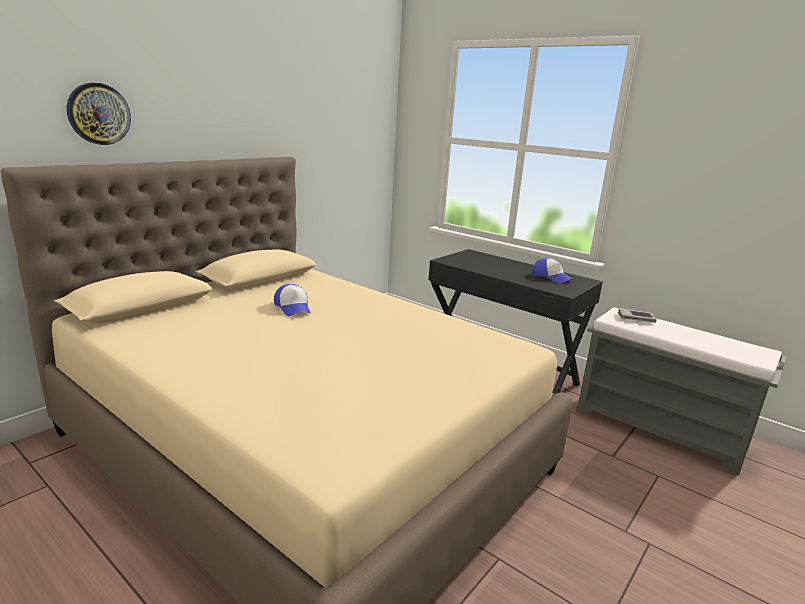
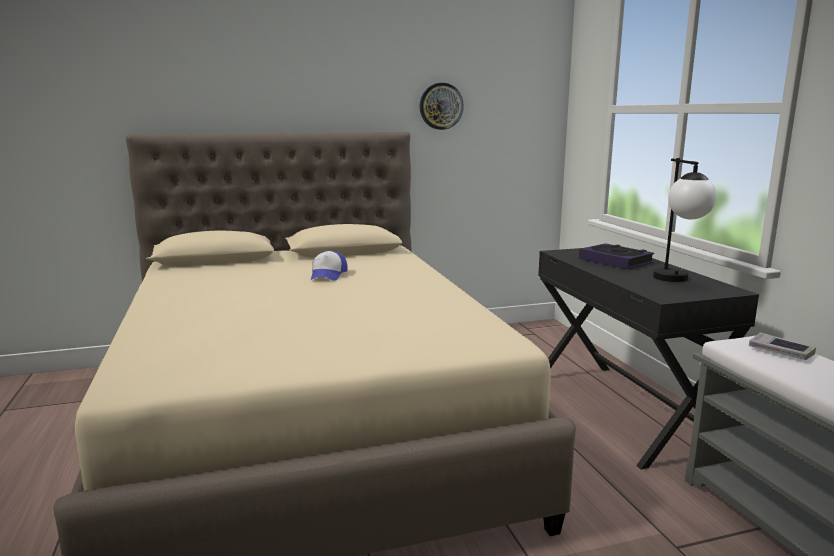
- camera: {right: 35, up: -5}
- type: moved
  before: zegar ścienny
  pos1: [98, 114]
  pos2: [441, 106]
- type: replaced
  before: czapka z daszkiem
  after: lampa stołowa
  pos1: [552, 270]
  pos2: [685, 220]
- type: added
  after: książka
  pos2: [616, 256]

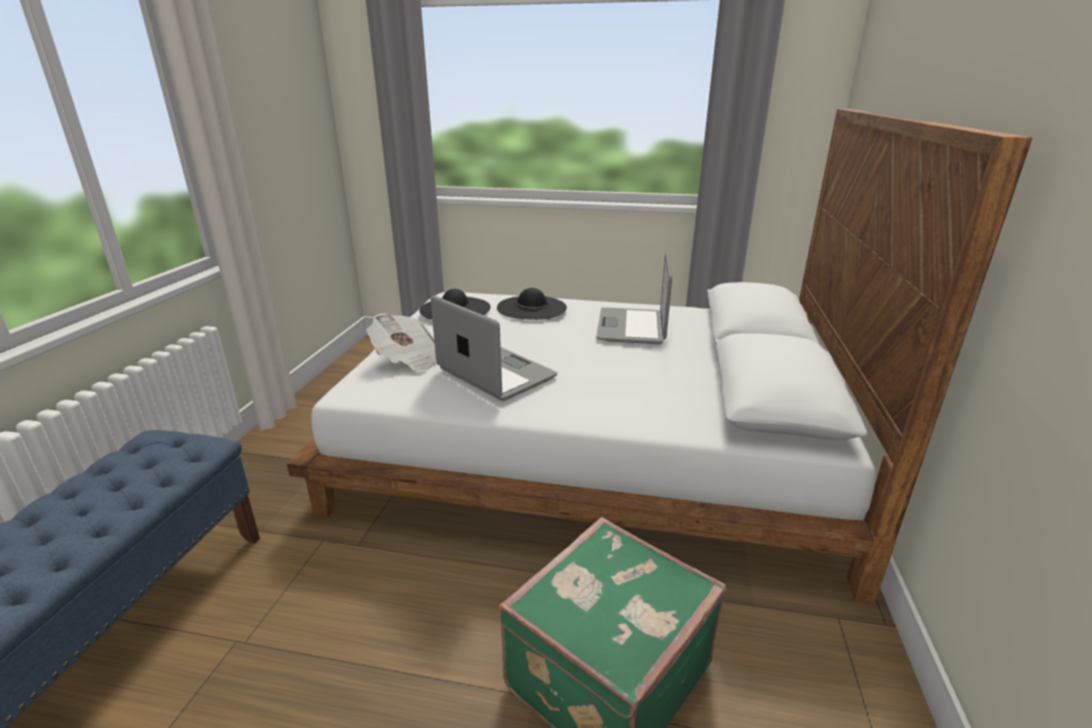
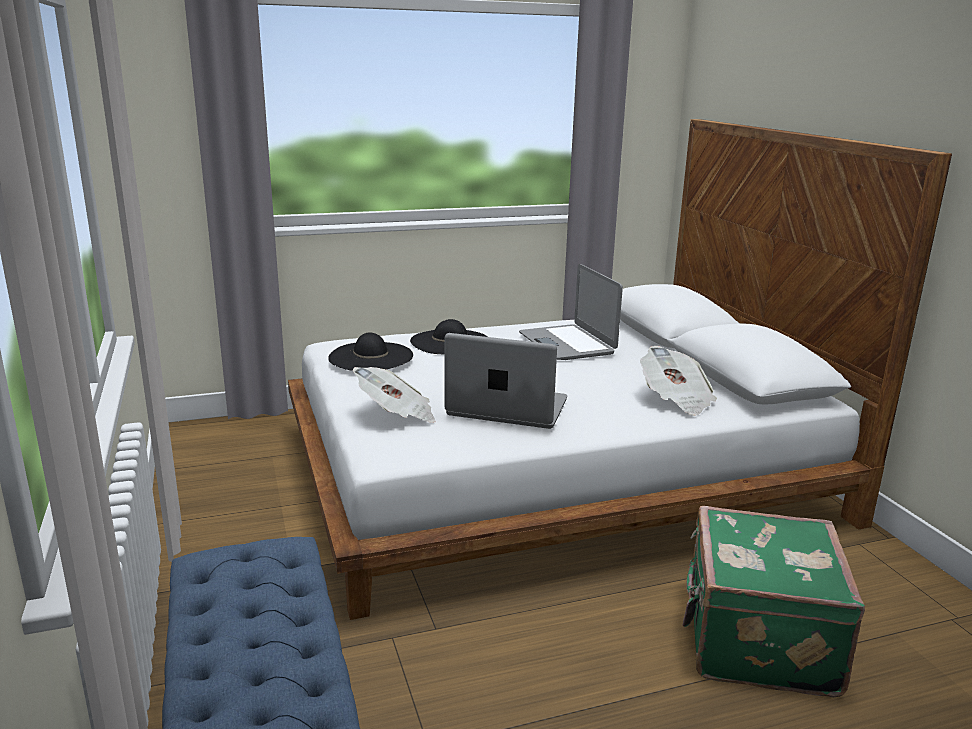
- camera: {right: -30, up: -5}
- type: added
  after: gazeta
  pos2: [678, 381]

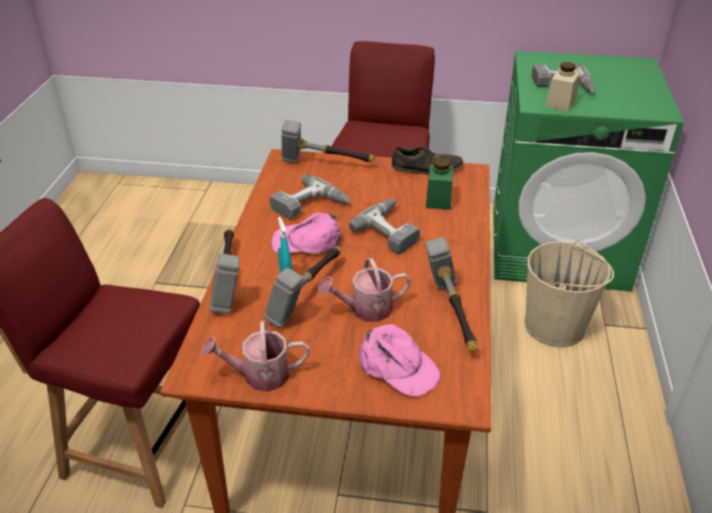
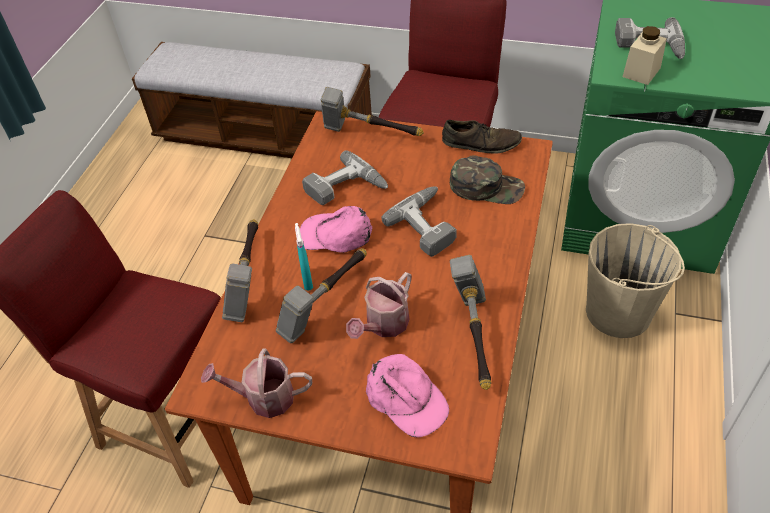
- camera: {right: 10, up: 10}
- type: replaced
  before: słoik (zielony)
  after: czapka z daszkiem (zielony)
  pos1: [439, 184]
  pos2: [487, 179]
- type: turned
  before: konewka
  pos1: [364, 290]
  pos2: [378, 305]
  turn: -45
- type: added
  after: ławka
  pos2: [252, 100]

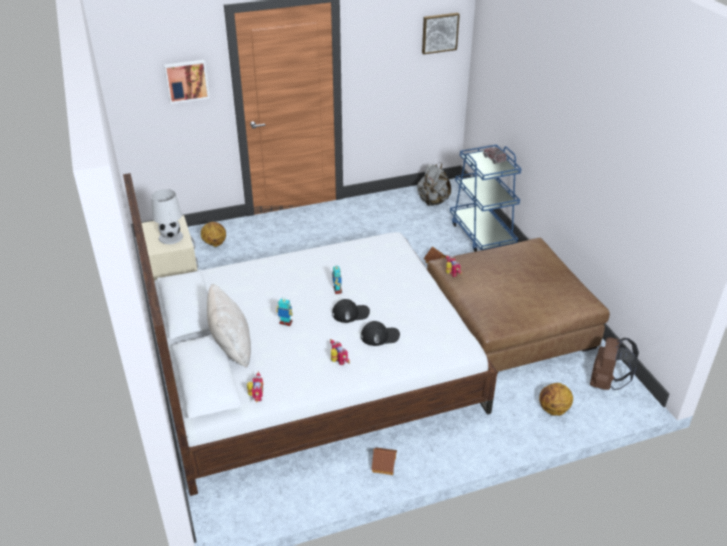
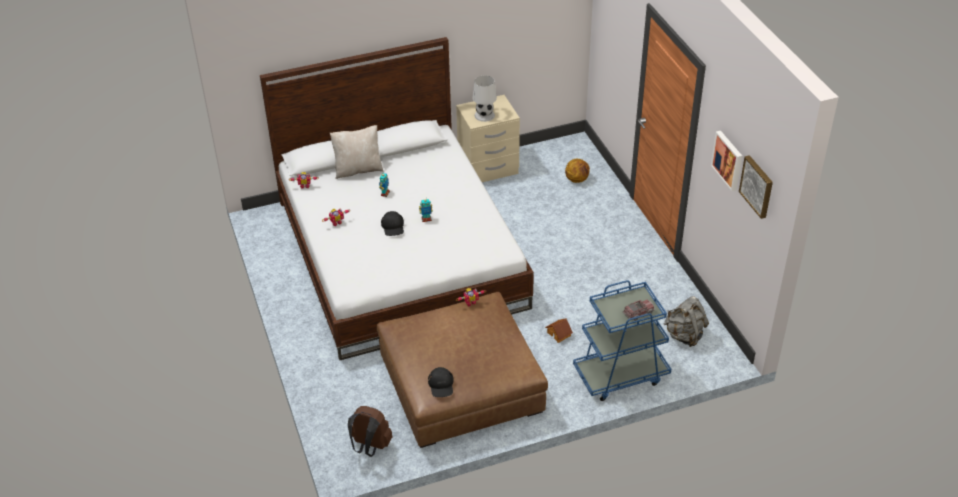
- camera: {right: 90, up: 5}
- type: moved
  before: obraz
  pos1: [187, 82]
  pos2: [726, 161]
- type: moved
  before: czapka z daszkiem (czarny)
  pos1: [380, 333]
  pos2: [440, 382]
- type: removed
  before: piłka do koszykówki
  pos1: [556, 399]
- type: removed
  before: domek
  pos1: [384, 461]

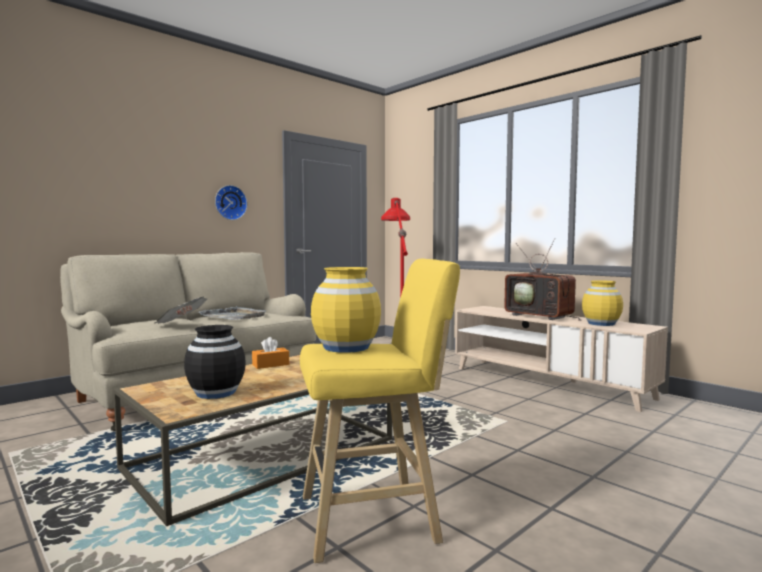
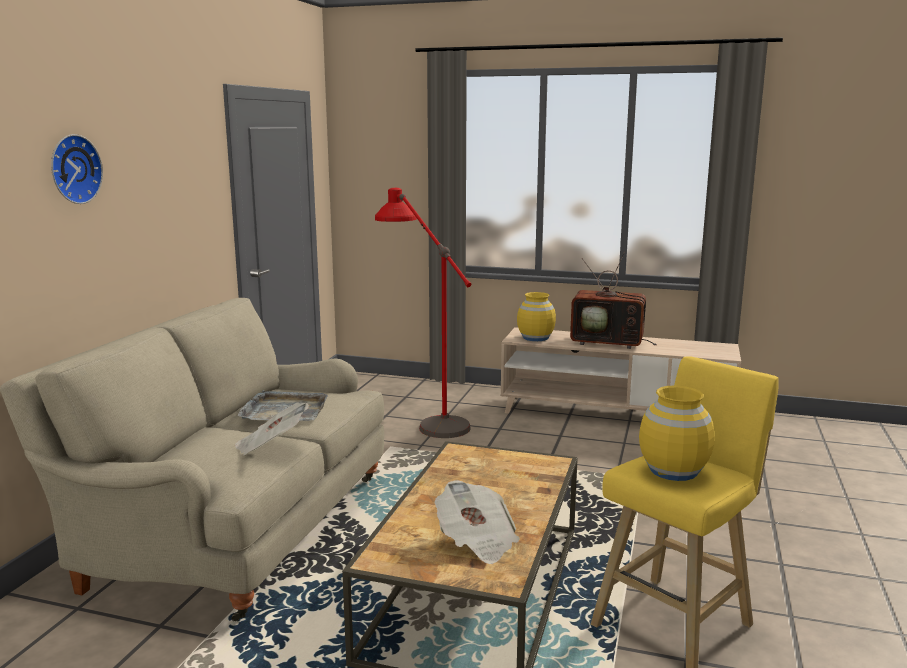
- camera: {right: -30, up: 10}
- type: moved
  before: zegar ścienny
  pos1: [231, 202]
  pos2: [77, 169]
- type: moved
  before: wazon (żółty)
  pos1: [602, 303]
  pos2: [536, 316]
- type: replaced
  before: wazon (czarny)
  after: gazeta
  pos1: [215, 362]
  pos2: [477, 522]
- type: removed
  before: pudełko chusteczek (pomarańczowy)
  pos1: [270, 353]

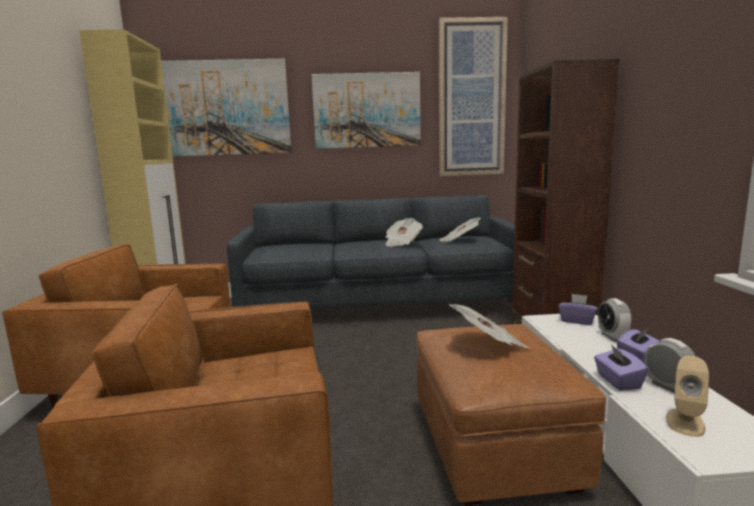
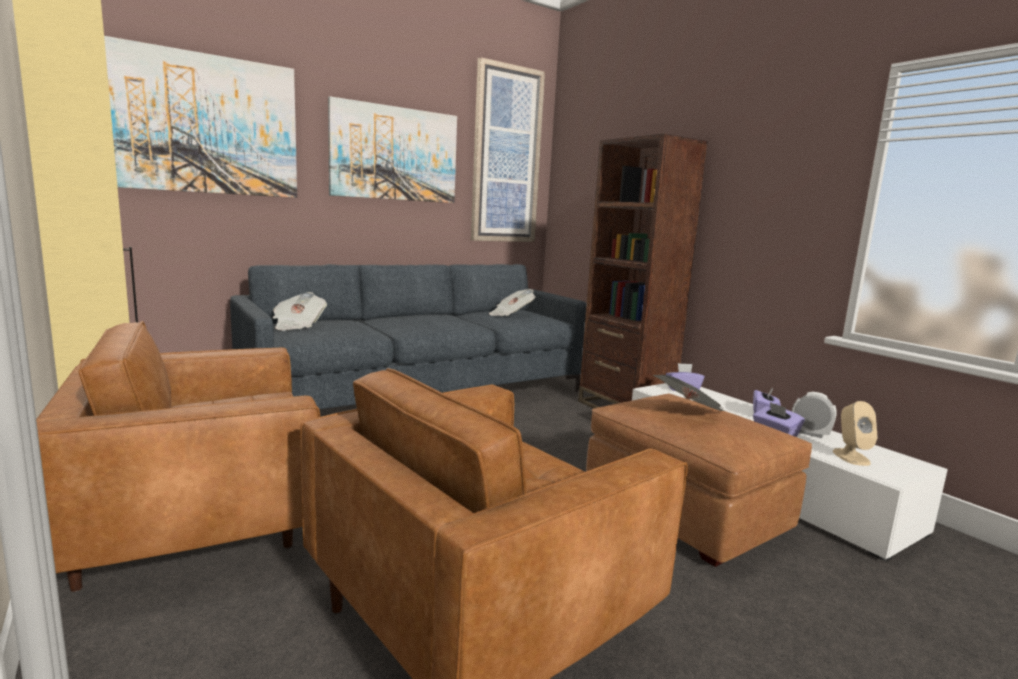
- camera: {right: -30, up: 0}
- type: moved
  before: gazeta
  pos1: [404, 232]
  pos2: [300, 311]
- type: removed
  before: budzik
  pos1: [615, 320]

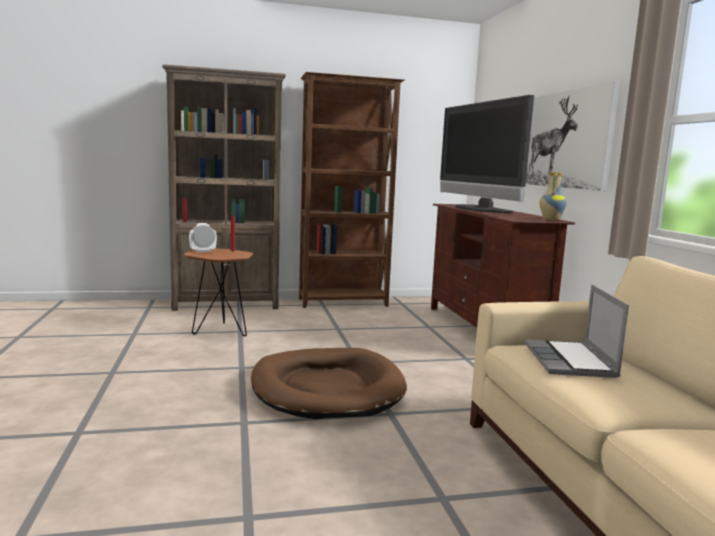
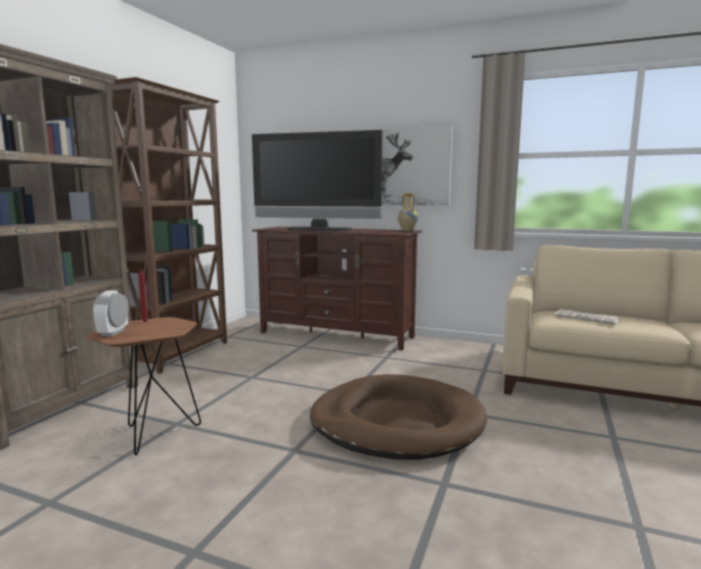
- camera: {right: -55, up: 0}
- type: replaced
  before: laptop
  after: gazeta
  pos1: [577, 331]
  pos2: [587, 317]

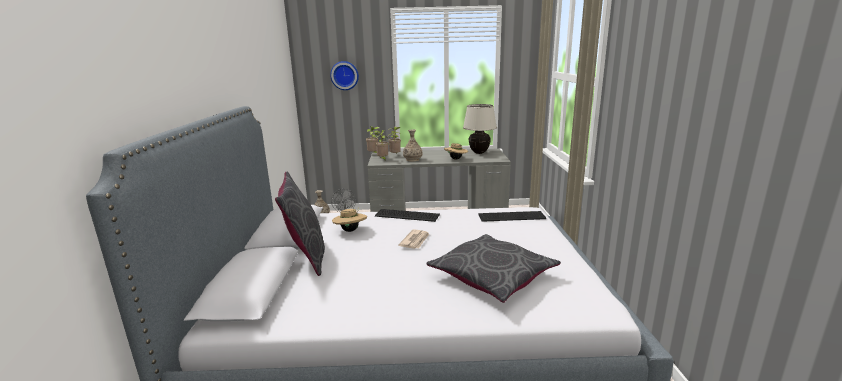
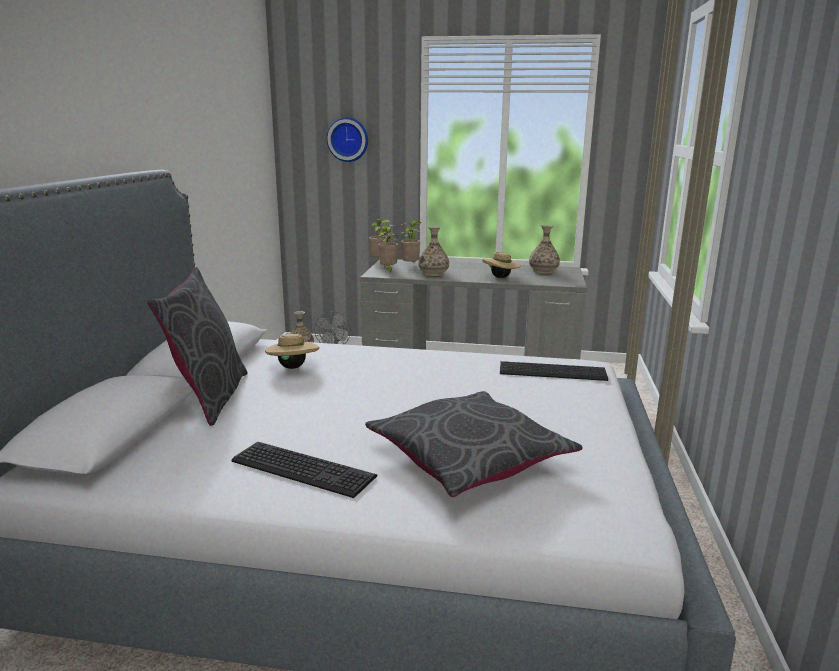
- camera: {right: 10, up: 0}
- type: replaced
  before: lampa stołowa (beżowy)
  after: wazon
  pos1: [480, 129]
  pos2: [544, 249]
- type: moved
  before: klawiatura
  pos1: [407, 215]
  pos2: [304, 470]
- type: removed
  before: gazeta
  pos1: [413, 239]

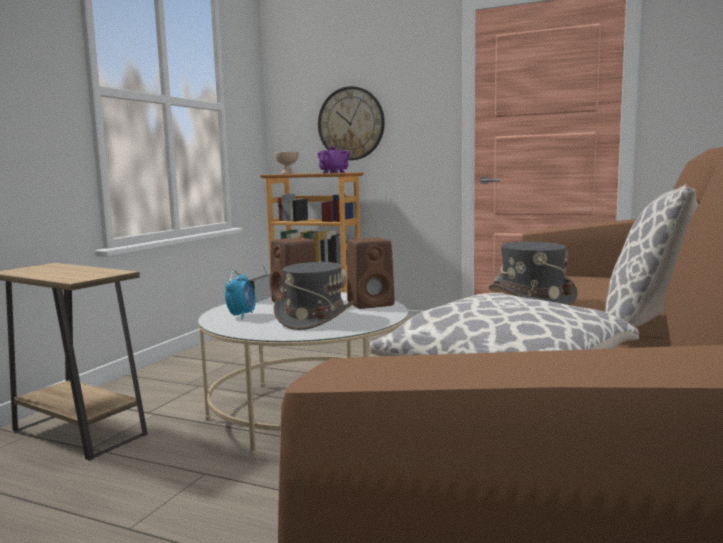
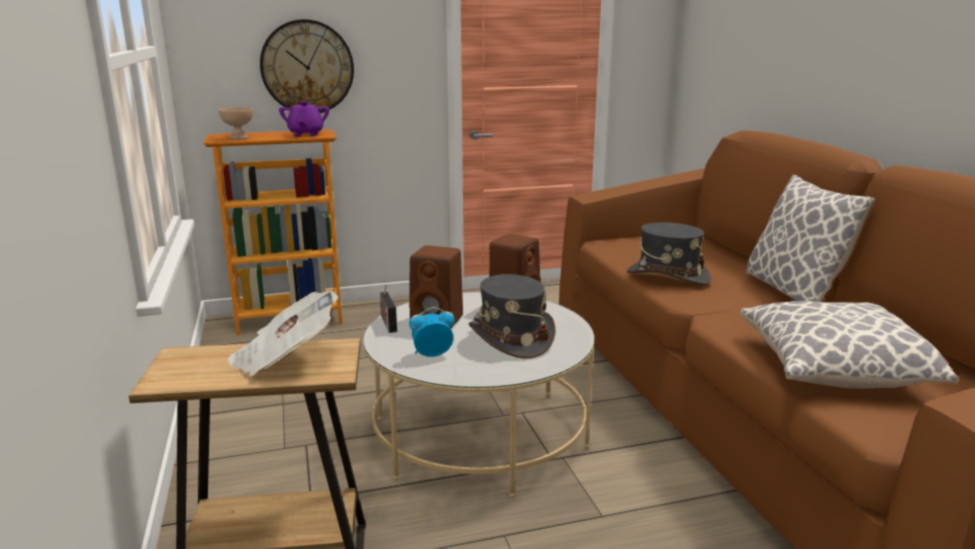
- camera: {right: -40, up: 10}
- type: turned
  before: budzik
  pos1: [240, 295]
  pos2: [431, 332]
  turn: -75
- type: added
  after: gazeta
  pos2: [282, 333]

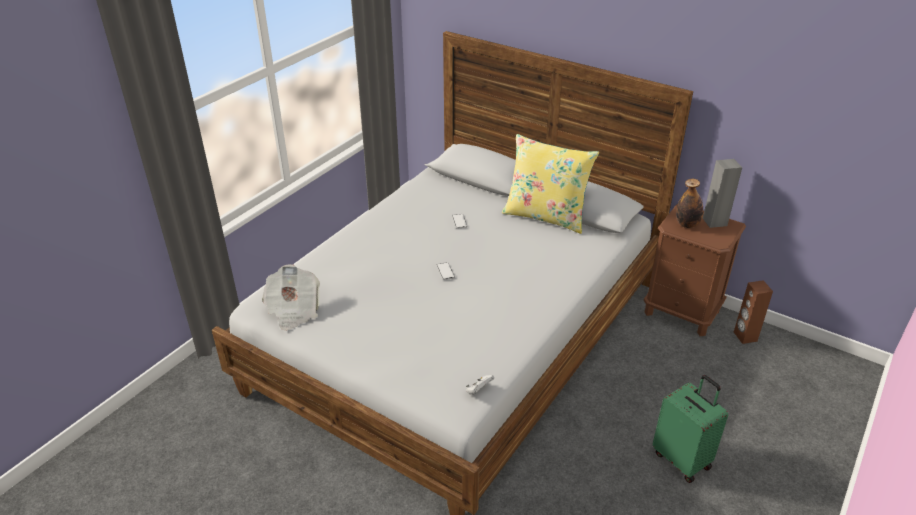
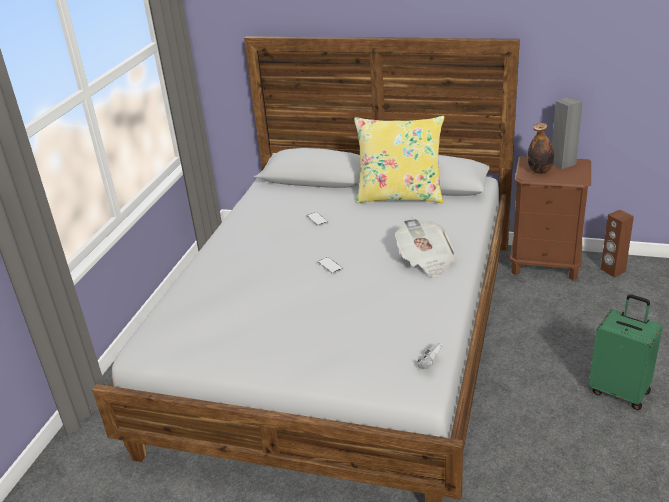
- camera: {right: -15, up: -5}
- type: moved
  before: gazeta
  pos1: [291, 297]
  pos2: [426, 248]

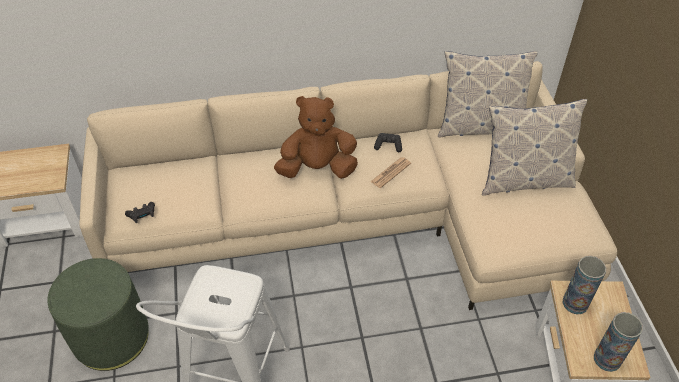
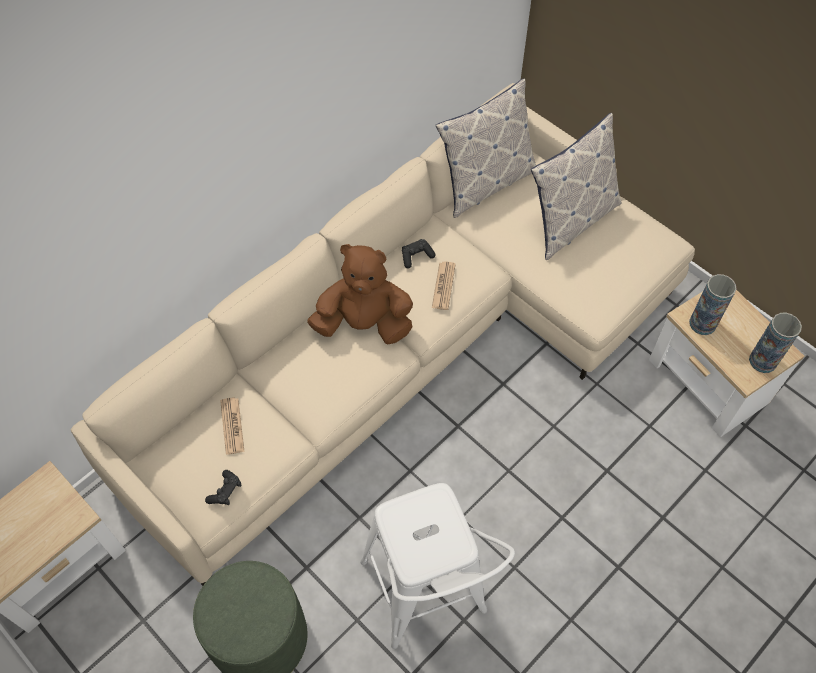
- camera: {right: -35, up: 10}
- type: turned
  before: pluszak (brązowy)
  pos1: [316, 137]
  pos2: [360, 294]
  turn: 45
- type: added
  after: gazeta
  pos2: [232, 426]

